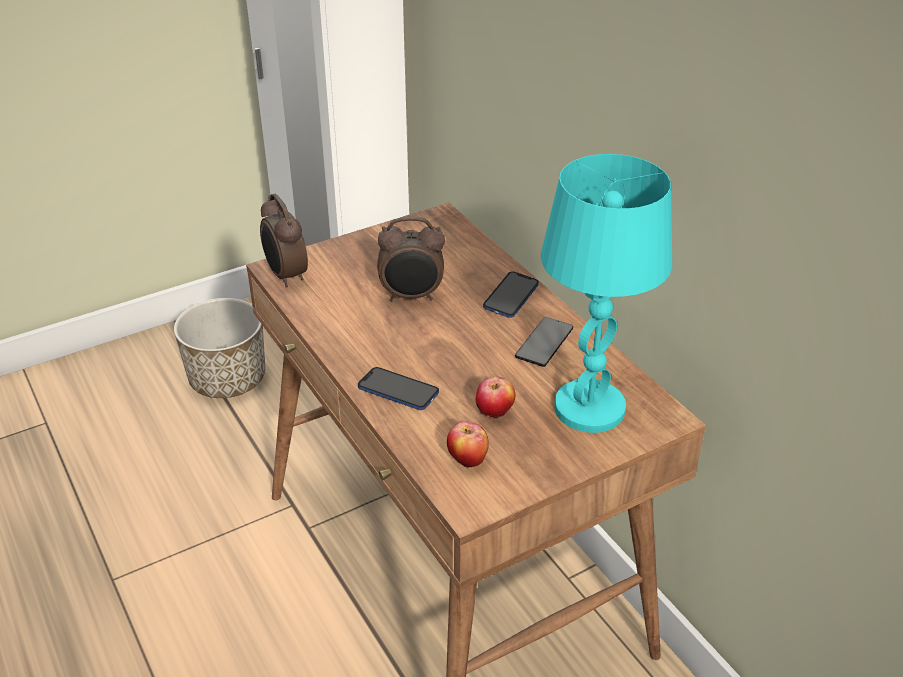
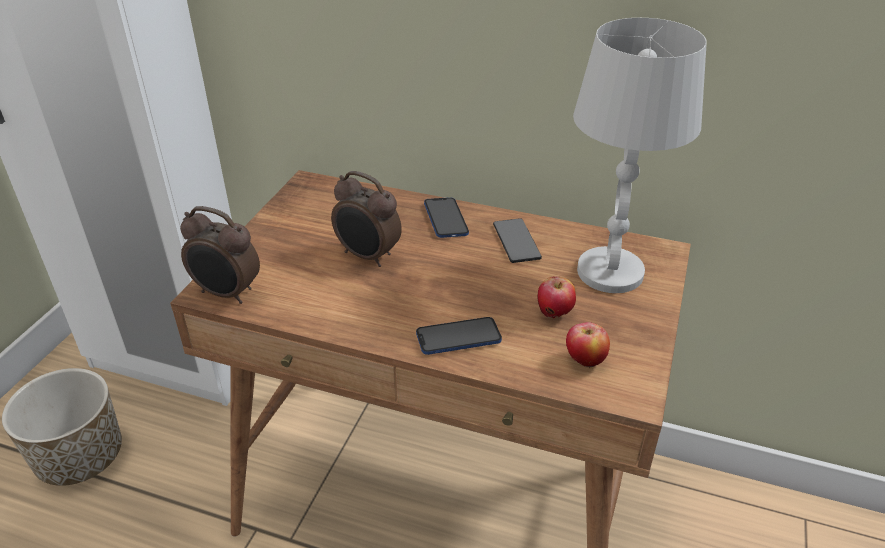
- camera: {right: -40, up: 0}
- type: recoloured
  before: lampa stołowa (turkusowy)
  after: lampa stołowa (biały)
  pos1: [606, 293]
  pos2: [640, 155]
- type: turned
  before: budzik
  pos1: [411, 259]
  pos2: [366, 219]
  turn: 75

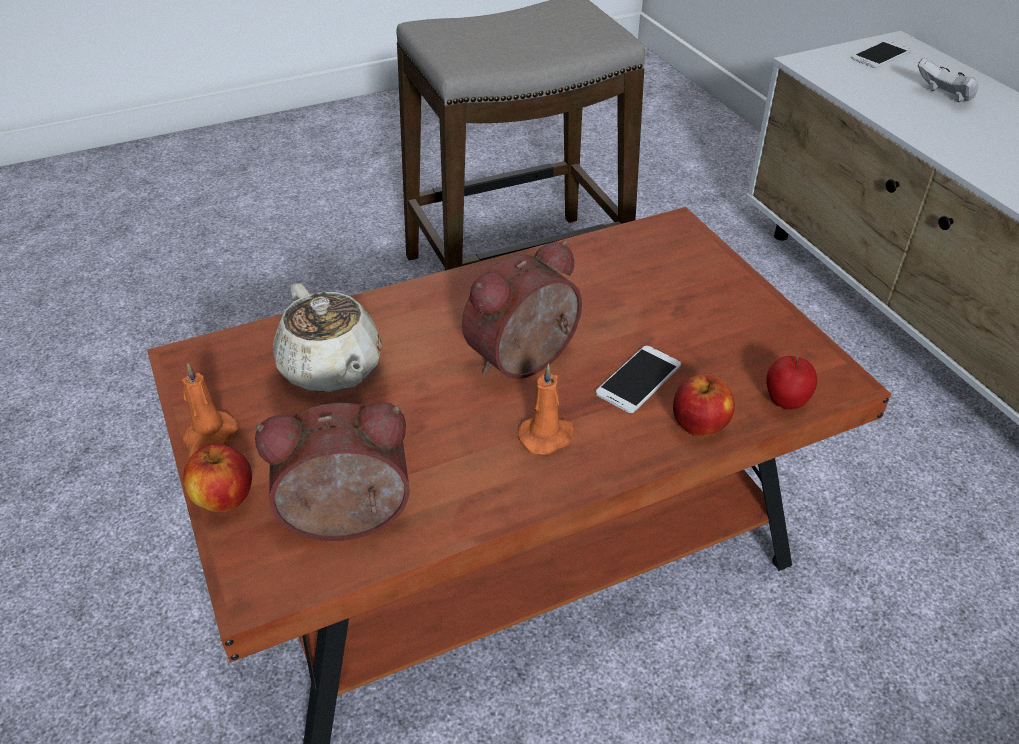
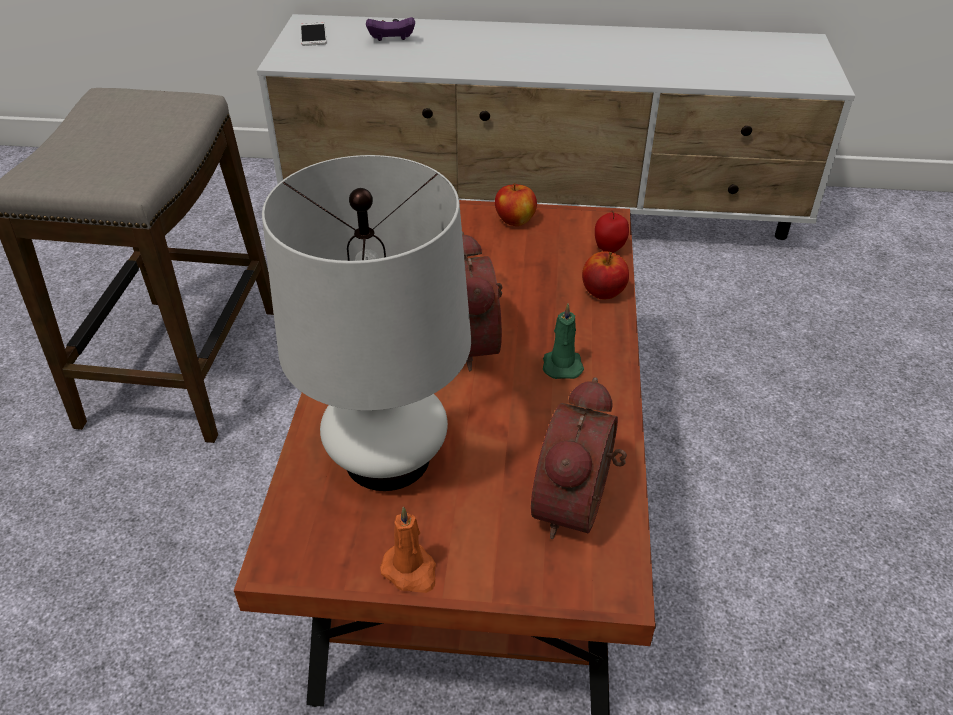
- camera: {right: -60, up: 0}
- type: recoloured
  before: pad do gier (biały)
  after: pad do gier (fioletowy)
  pos1: [948, 80]
  pos2: [390, 29]
- type: replaced
  before: imbryk (beżowy)
  after: lampa stołowa (biały)
  pos1: [327, 337]
  pos2: [366, 323]
- type: removed
  before: telefon
  pos1: [638, 379]
- type: recoloured
  before: świeca (pomarańczowy)
  after: świeca (zielony)
  pos1: [546, 409]
  pos2: [563, 341]
- type: moved
  before: jabłko
  pos1: [217, 478]
  pos2: [516, 204]

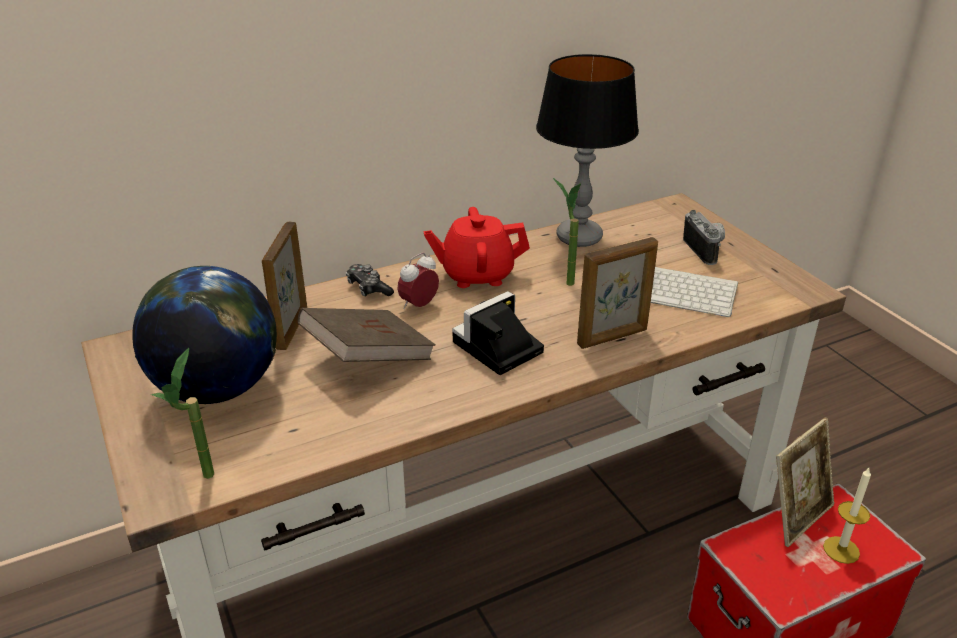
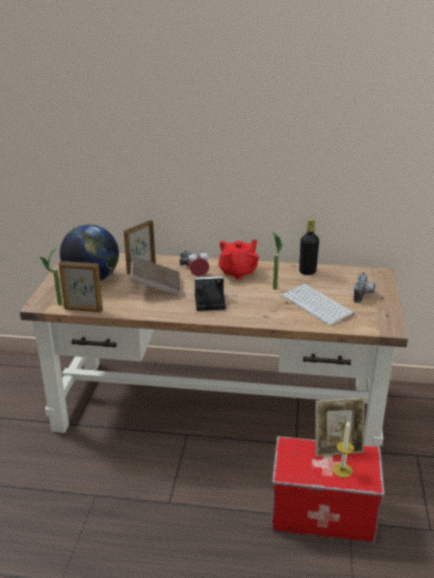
- camera: {right: 35, up: -5}
- type: replaced
  before: lampa stołowa
  after: butelka (czarny)
  pos1: [587, 150]
  pos2: [309, 247]
- type: turned
  before: imbryk (czerwony)
  pos1: [476, 247]
  pos2: [238, 259]
  turn: 105
- type: moved
  before: ramka na zdjęcie
  pos1: [617, 293]
  pos2: [81, 286]

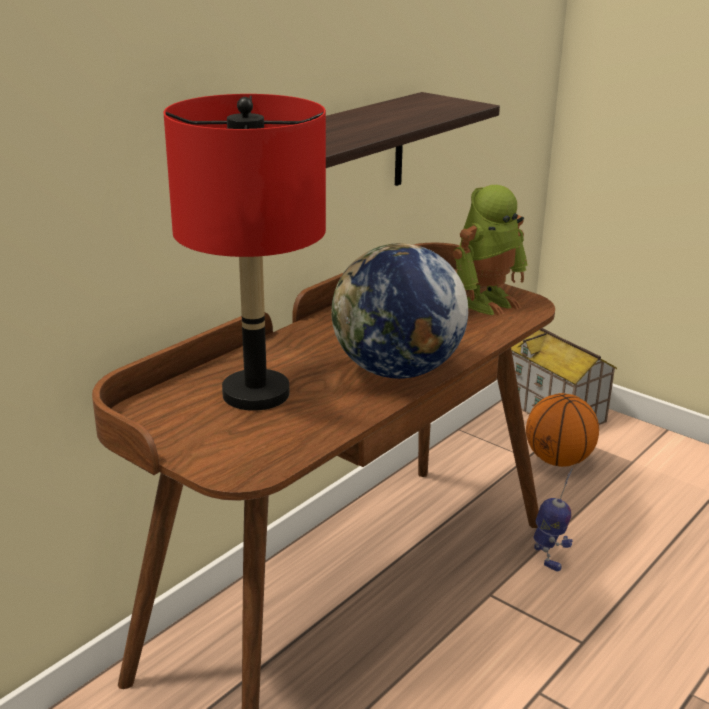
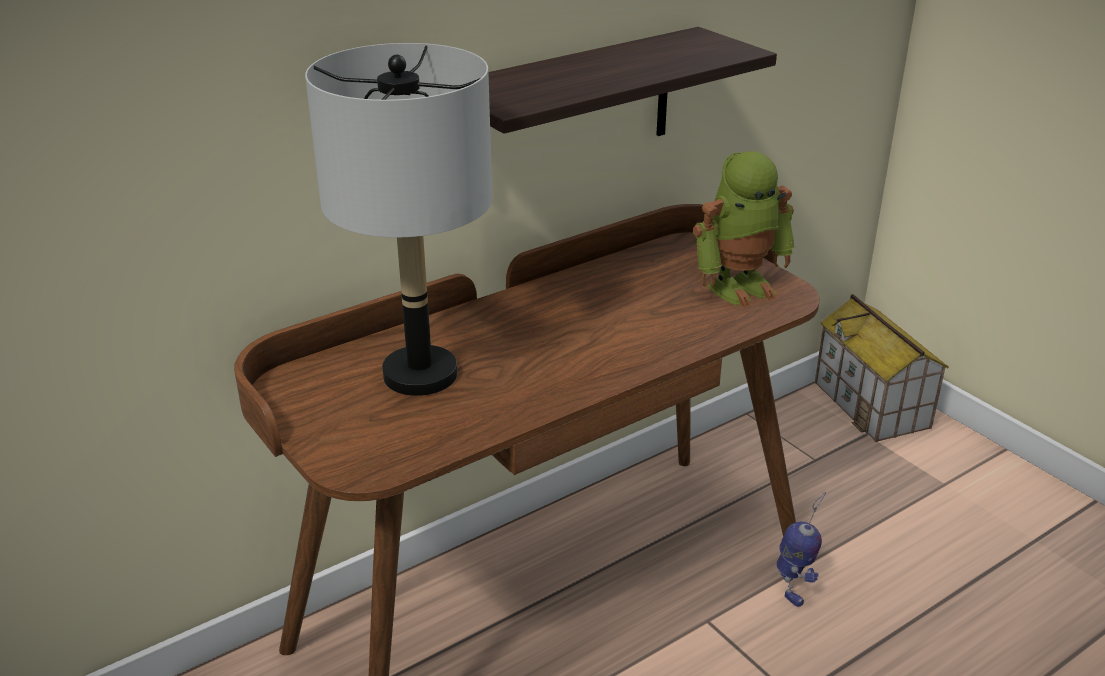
- camera: {right: 15, up: 5}
- type: recoloured
  before: lampa stołowa (czerwony)
  after: lampa stołowa (szary)
  pos1: [245, 252]
  pos2: [398, 219]
- type: removed
  before: globus
  pos1: [399, 311]
- type: removed
  before: piłka do koszykówki
  pos1: [562, 430]

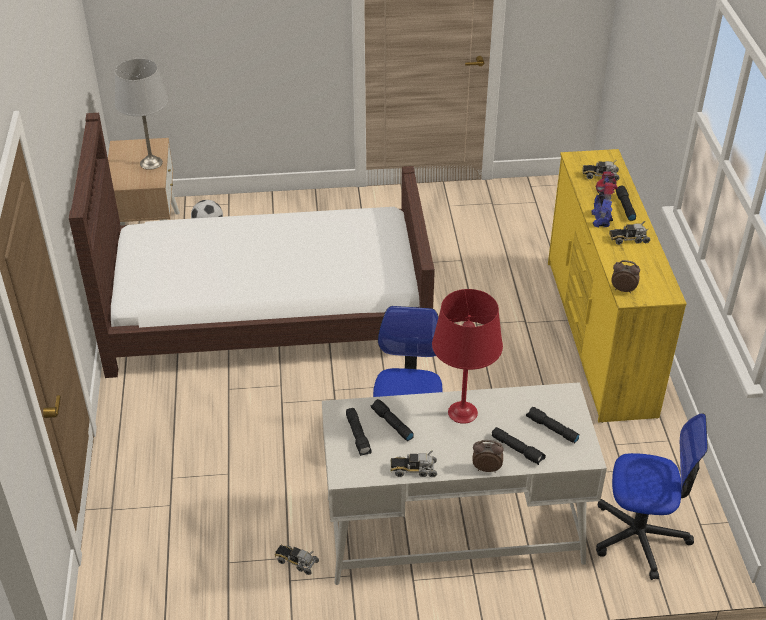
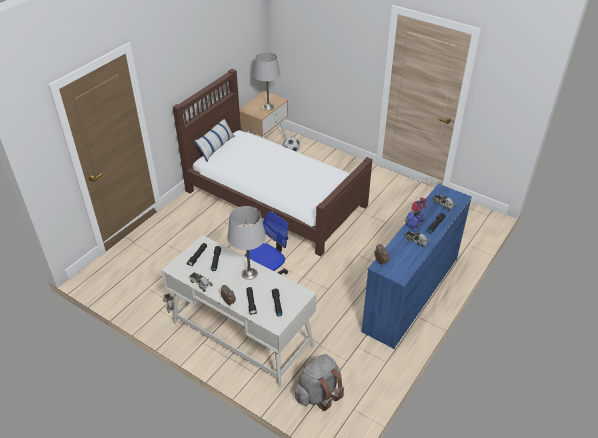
- camera: {right: 40, up: 0}
- type: recoloured
  before: komoda (żółty)
  after: komoda (niebieski)
  pos1: [617, 286]
  pos2: [417, 266]
- type: recoloured
  before: lampa stołowa (czerwony)
  after: lampa stołowa (szary)
  pos1: [467, 356]
  pos2: [246, 243]
- type: replaced
  before: krzesło biurowe
  after: plecak (szary)
  pos1: [652, 497]
  pos2: [319, 382]
- type: added
  after: poduszka
  pos2: [214, 140]

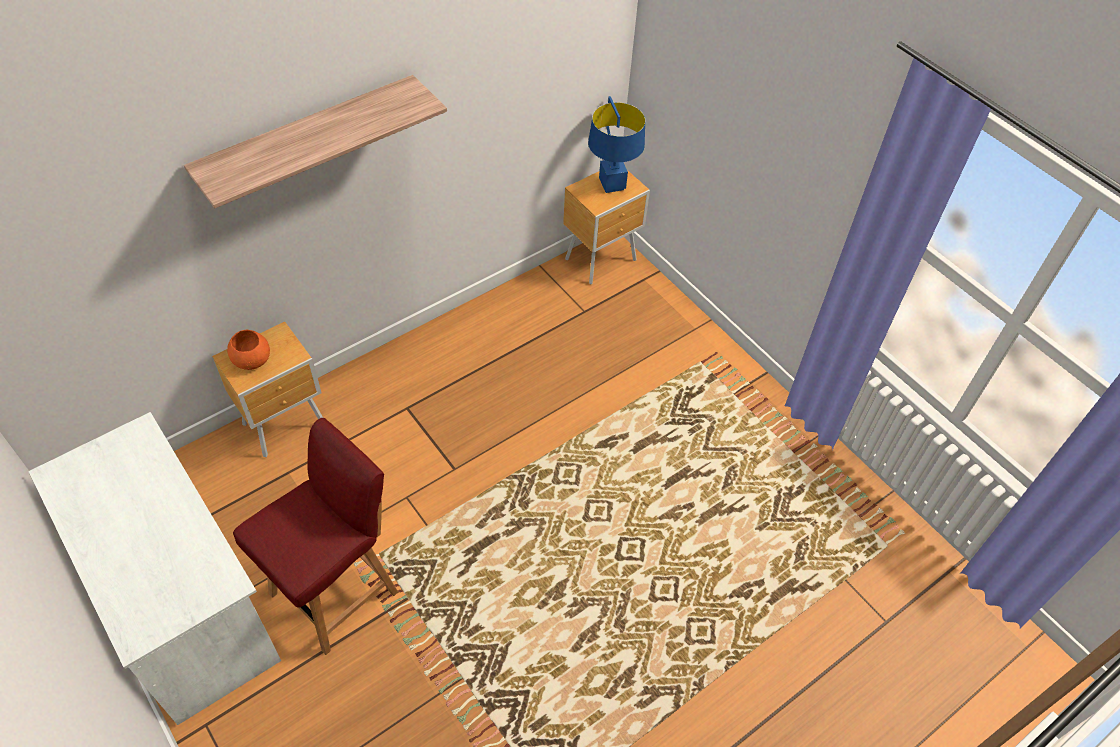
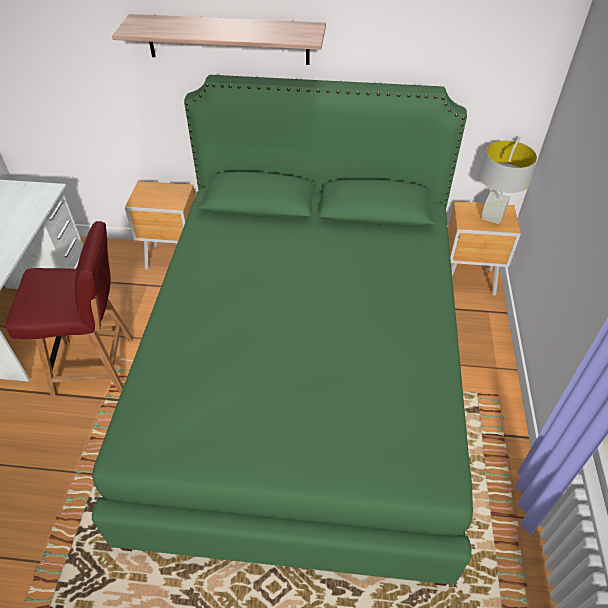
- camera: {right: 45, up: -5}
- type: recoloured
  before: lampa stołowa (niebieski)
  after: lampa stołowa (szary)
  pos1: [616, 144]
  pos2: [507, 180]
- type: removed
  before: miska (pomarańczowy)
  pos1: [248, 350]
- type: added
  after: łóżko (zielony)
  pos2: [282, 330]

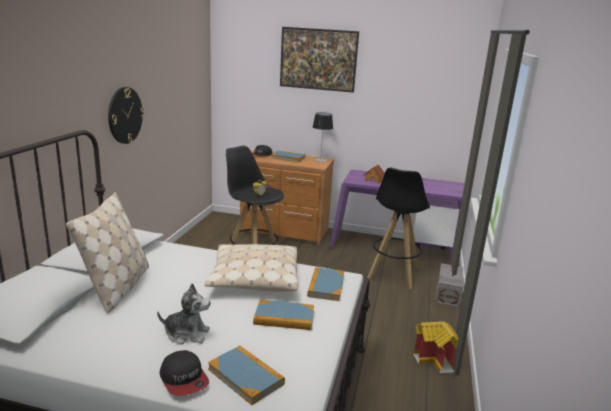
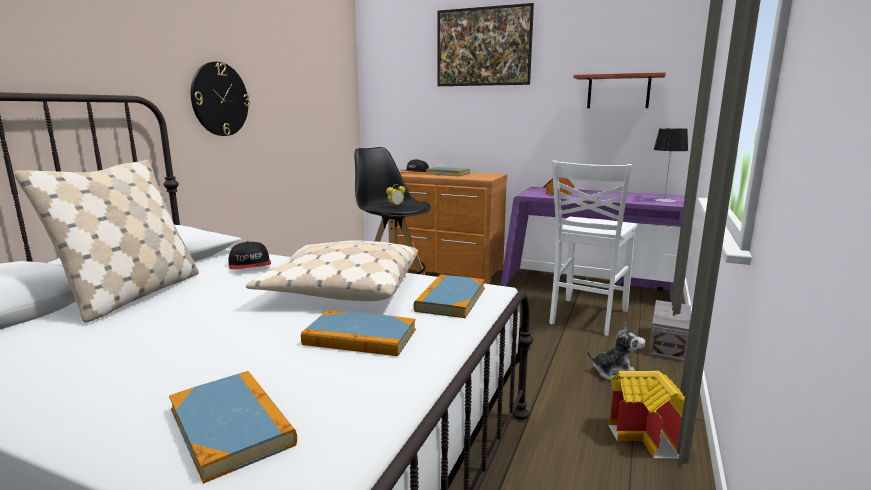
- camera: {right: 10, up: -5}
- type: moved
  before: lampa stołowa
  pos1: [323, 137]
  pos2: [670, 165]
- type: replaced
  before: stołek (czarny)
  after: krzesło (biały)
  pos1: [398, 229]
  pos2: [593, 248]
- type: moved
  before: pluszak
  pos1: [183, 314]
  pos2: [616, 351]
- type: moved
  before: czapka z daszkiem
  pos1: [184, 373]
  pos2: [249, 255]
- type: added
  after: półka
  pos2: [619, 90]

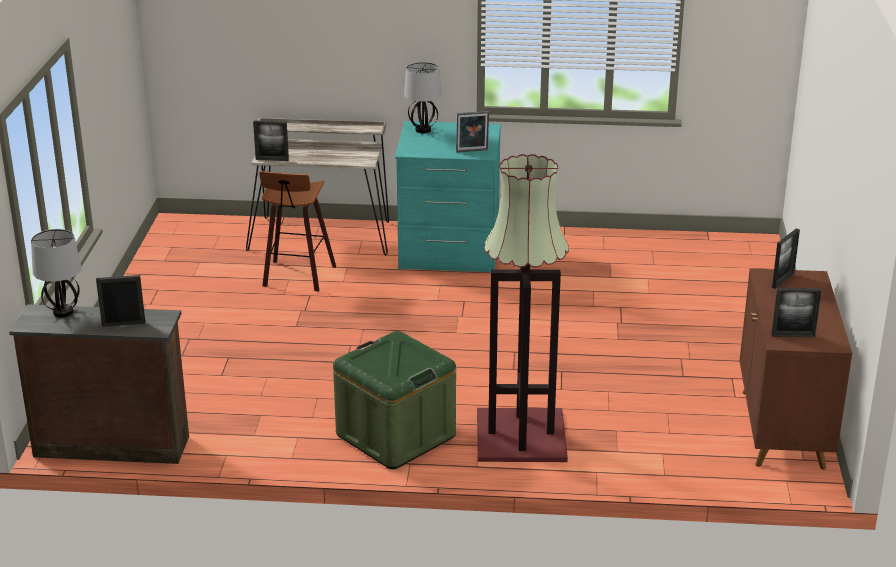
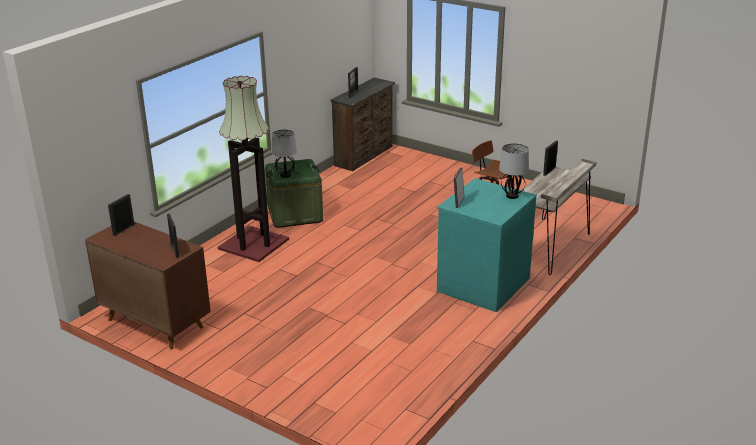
- camera: {right: 120, up: 0}
- type: moved
  before: lampa stołowa
  pos1: [56, 273]
  pos2: [284, 153]

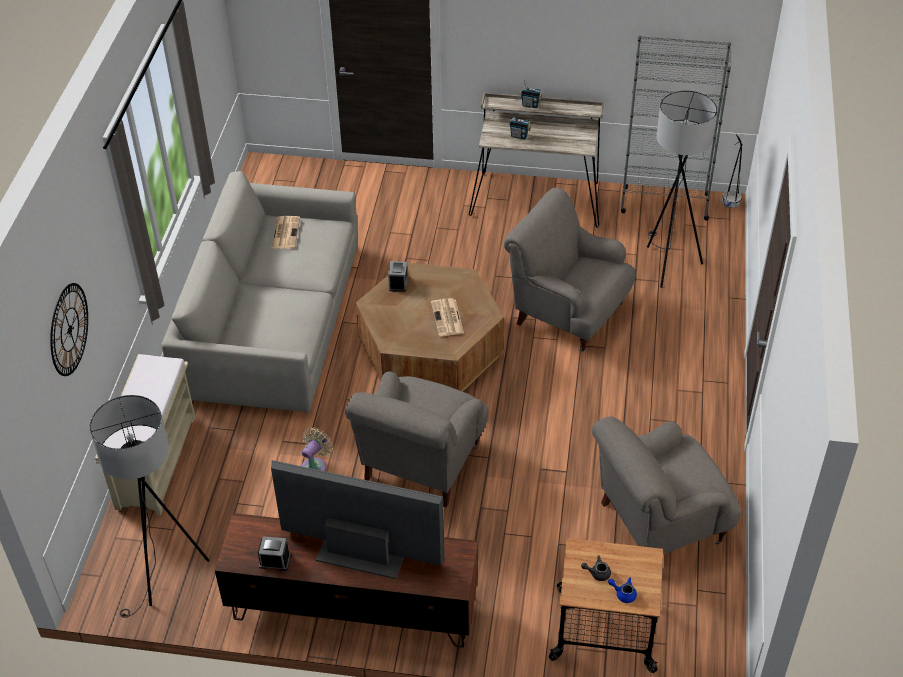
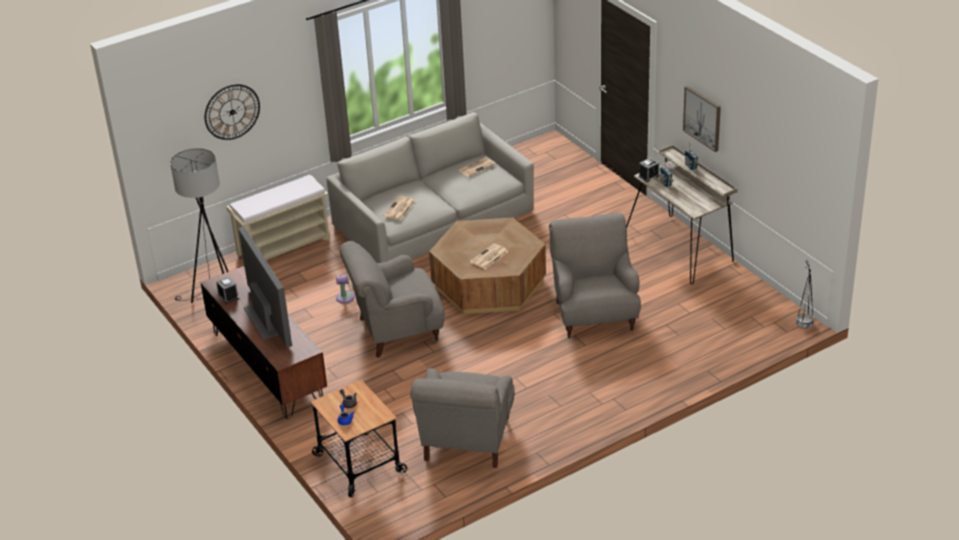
- camera: {right: 50, up: -10}
- type: removed
  before: regał (szary)
  pos1: [676, 128]
- type: removed
  before: lampa stojąca (szary)
  pos1: [682, 189]
- type: moved
  before: budzik
  pos1: [398, 276]
  pos2: [649, 170]
- type: turned
  before: fotel (szary)
  pos1: [666, 485]
  pos2: [462, 418]
  turn: -105
- type: added
  after: obraz
  pos2: [702, 119]
- type: added
  after: gazeta
  pos2: [399, 208]

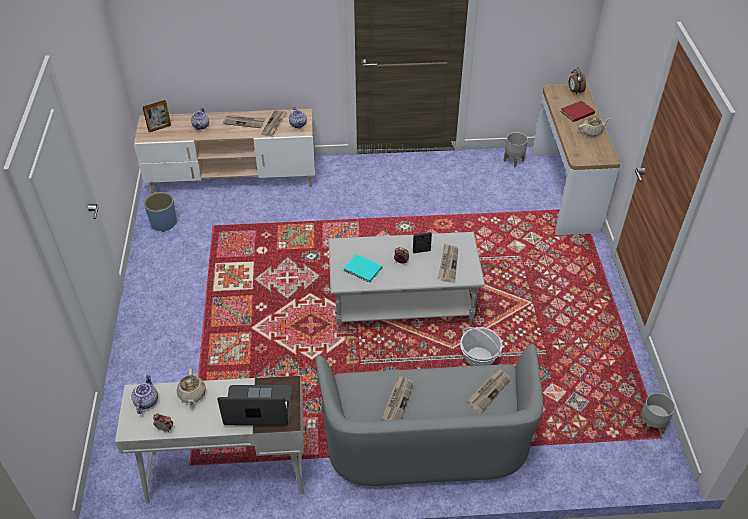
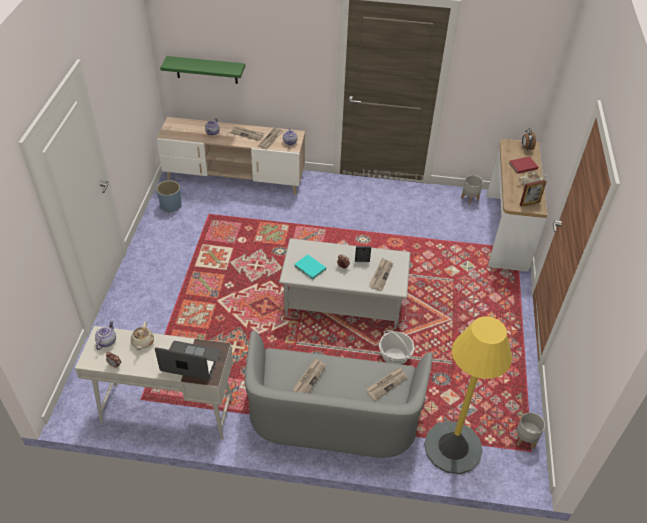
- camera: {right: 10, up: 0}
- type: moved
  before: ramka na zdjęcie
  pos1: [157, 116]
  pos2: [533, 193]
- type: added
  after: półka (zielony)
  pos2: [202, 70]
- type: added
  after: lampa stojąca (żółty)
  pos2: [468, 395]

